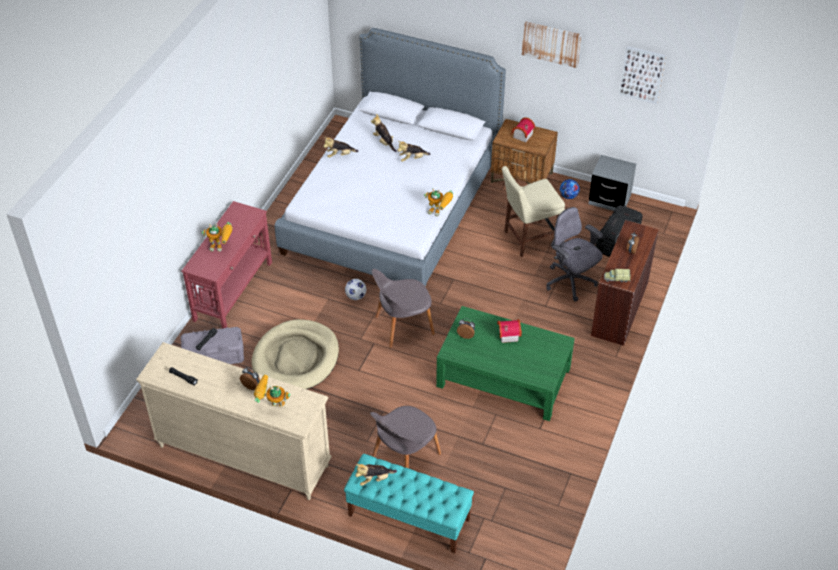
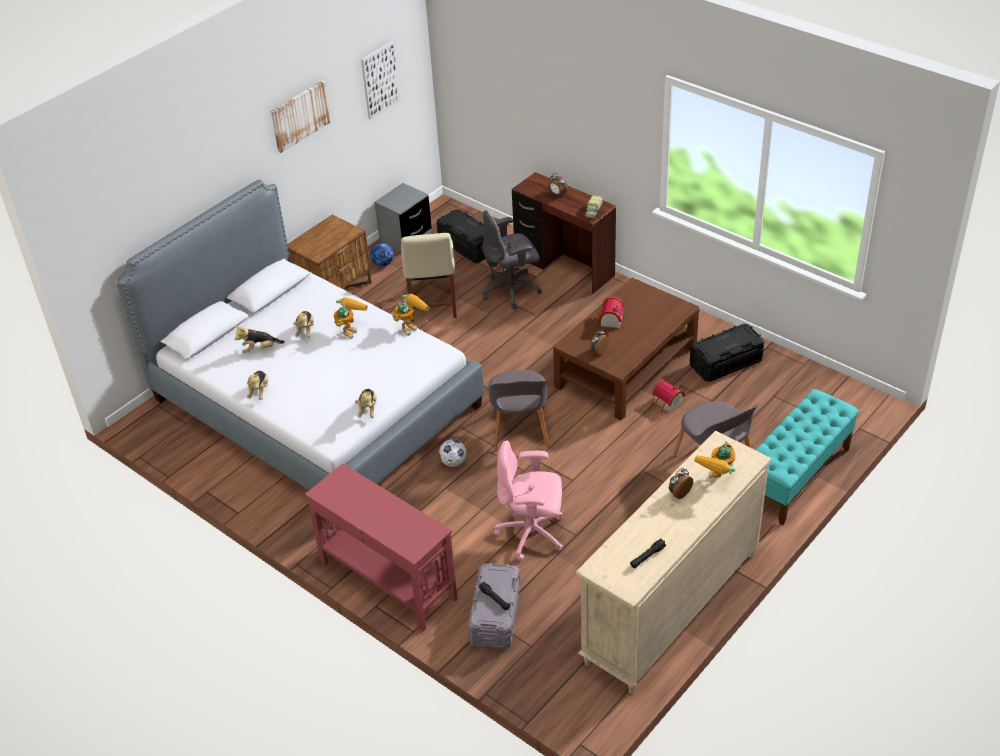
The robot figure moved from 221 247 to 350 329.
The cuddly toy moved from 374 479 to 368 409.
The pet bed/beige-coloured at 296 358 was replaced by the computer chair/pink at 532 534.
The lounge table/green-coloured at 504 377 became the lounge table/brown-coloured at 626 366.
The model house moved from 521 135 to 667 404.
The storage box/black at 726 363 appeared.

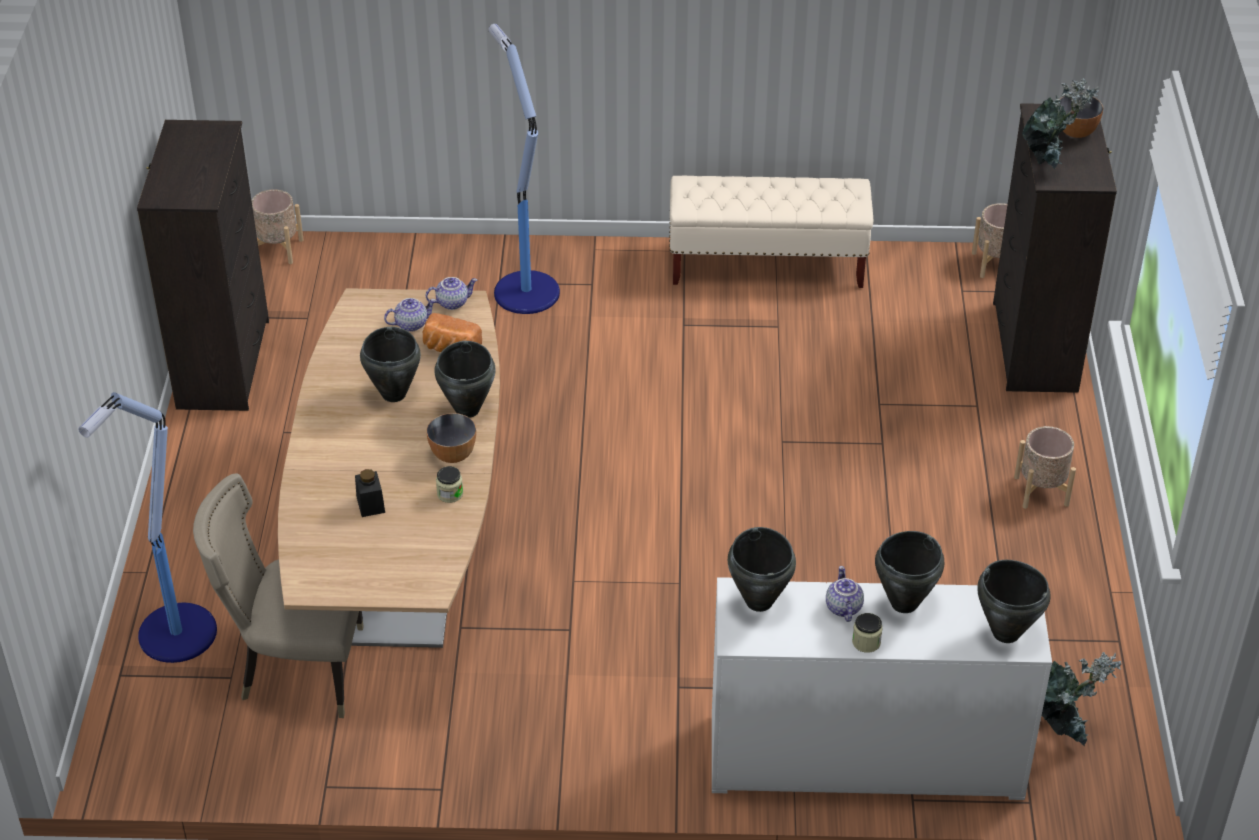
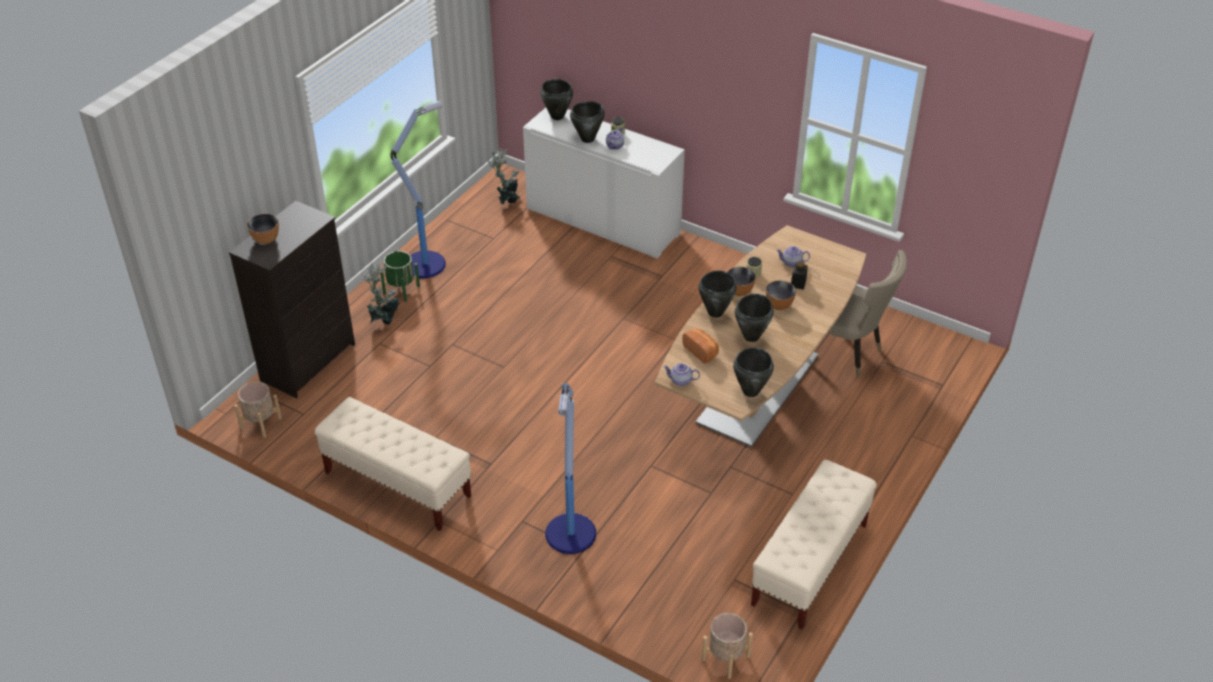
The potted plant moved from 1049 160 to 384 320.
The planter/beige-coloured at 1041 490 became the planter/green-coloured at 401 290.
The standing lamp moved from 175 635 to 426 264.
The saucepot/black moved from 759 601 to 750 391.
The chest of drawers/black at 225 363 was replaced by the bench/beige-coloured at 809 565.
The deep dish at 779 305 appeared.
The teapot moved from 411 324 to 791 263.

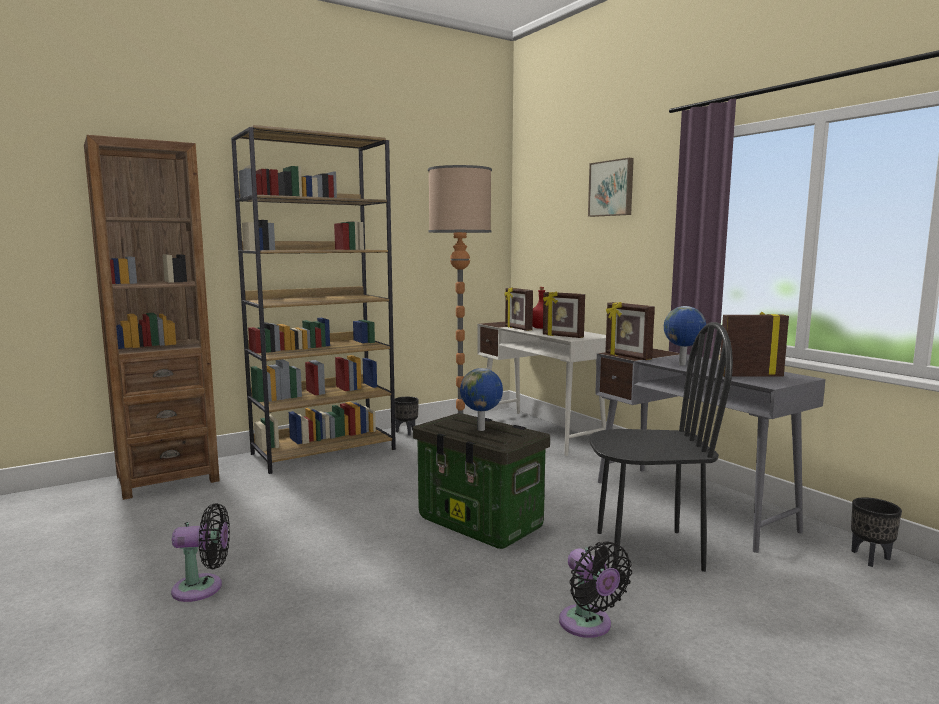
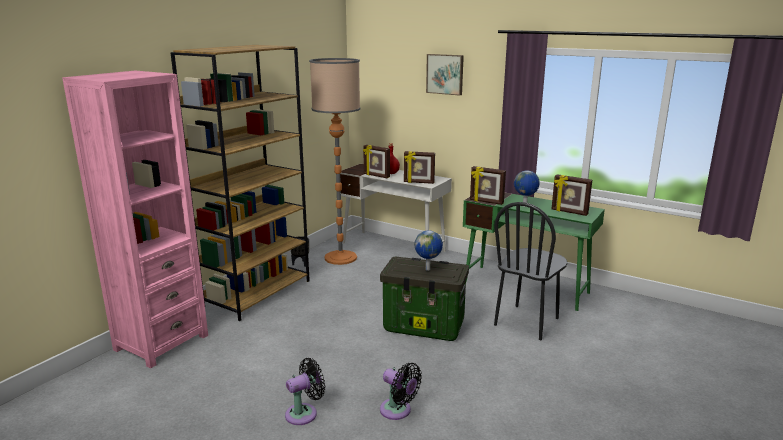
The bookcase/brown-coloured at 167 478 became the bookcase/pink at 161 342.
The cooling fan/black moved from 588 625 to 398 411.
The desk unit/greyish at 691 505 became the desk unit/green-coloured at 526 287.
The upright chair/black at 648 550 turned 150 degrees clockwise.
The photo frame at 750 376 turned 120 degrees counterclockwise.
The planter/black at 871 558 disappeared.

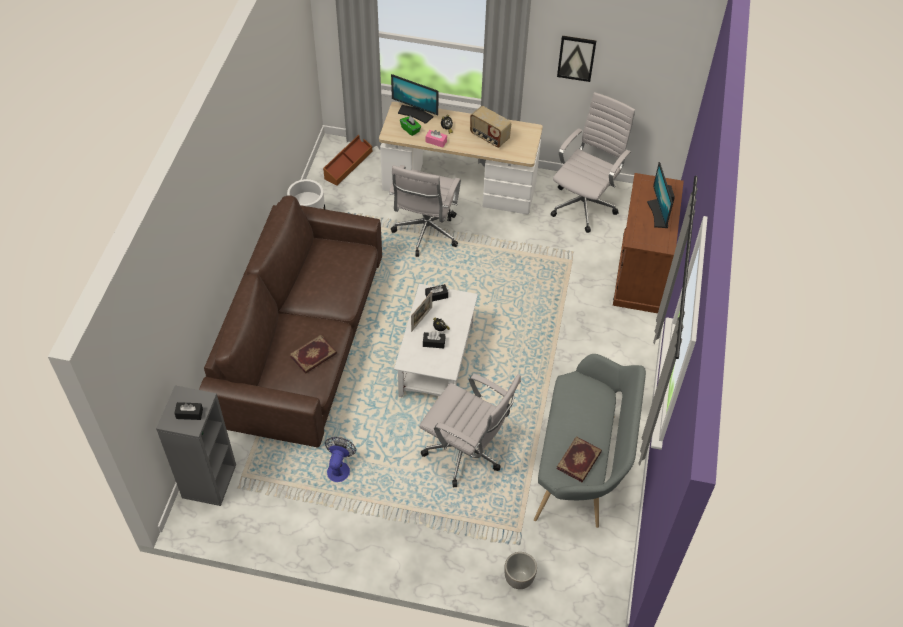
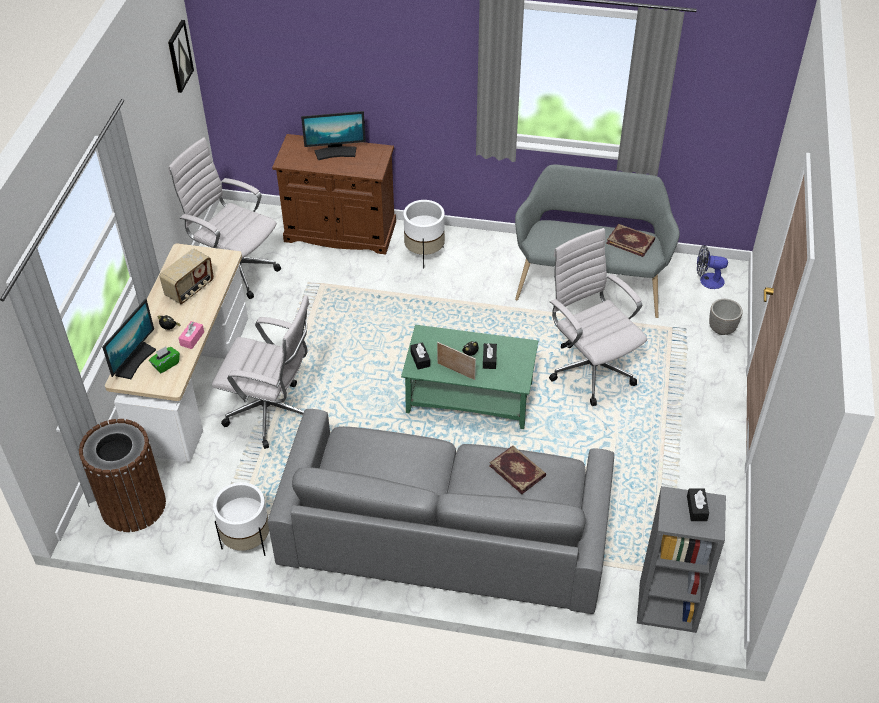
The storage box/brown-coloured at 348 164 was replaced by the trash can/brown-coloured at 133 505.
The wall art moved from 576 58 to 179 56.
The sofa/brown-coloured at 302 338 became the sofa/greyish at 445 530.
The lounge table/white-coloured at 436 359 became the lounge table/green-coloured at 468 398.
The planter/white-coloured at 424 254 appeared.
The computer chair/white-coloured at 466 454 turned 60 degrees counterclockwise.
The cooling fan moved from 339 467 to 707 280.

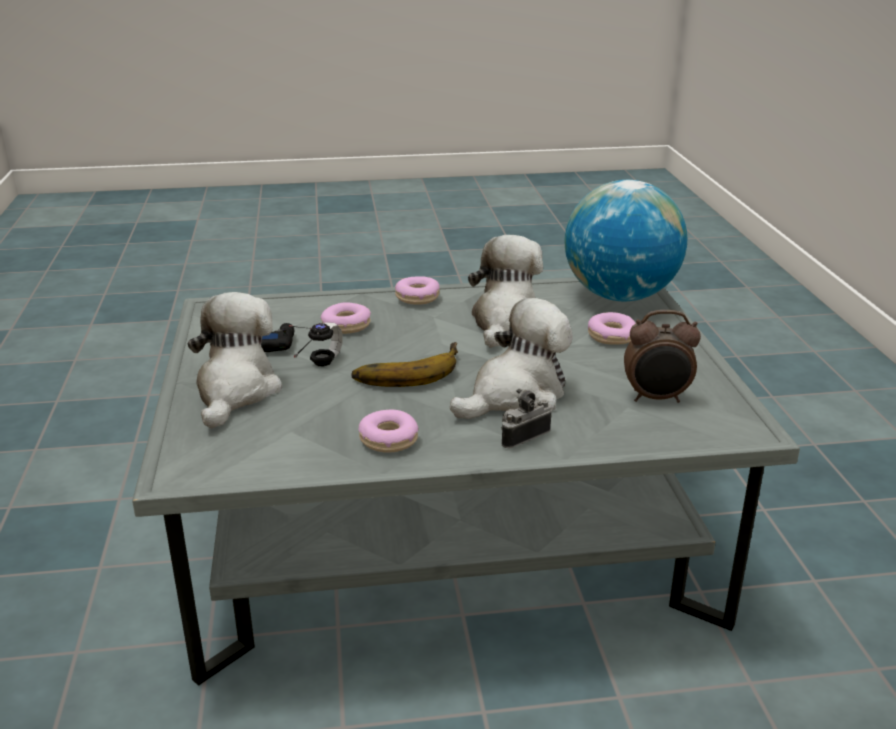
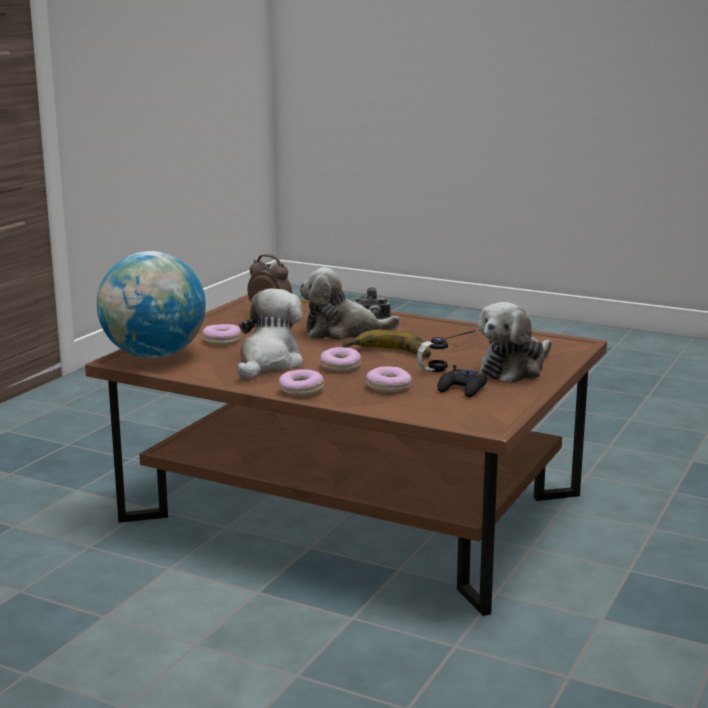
The lounge table/greyish at 447 538 became the lounge table/brown-coloured at 354 507.
The cuddly toy at 505 321 turned 150 degrees clockwise.
The ring doughnut moved from 388 439 to 340 366.

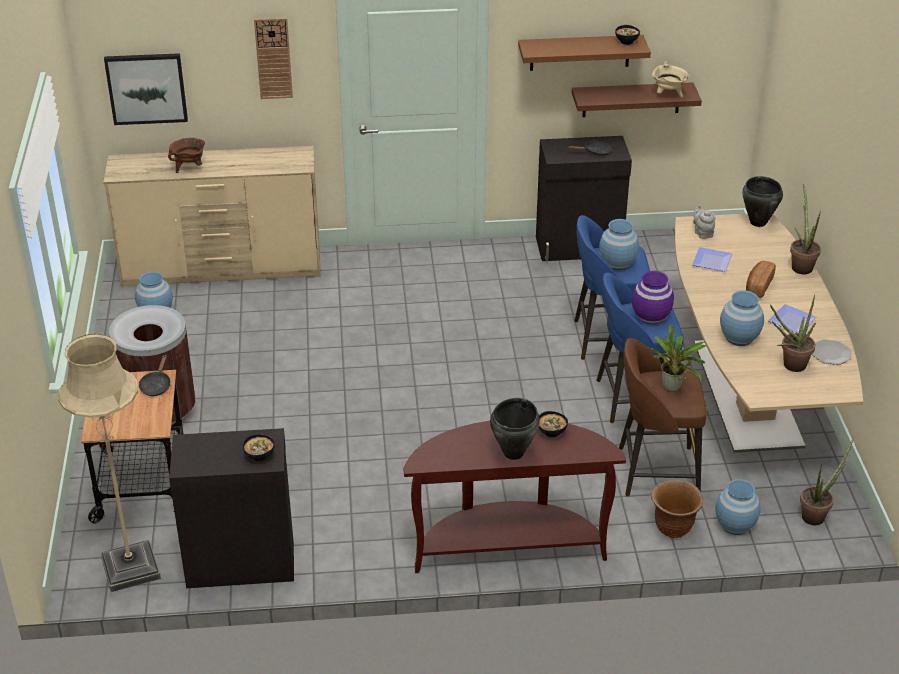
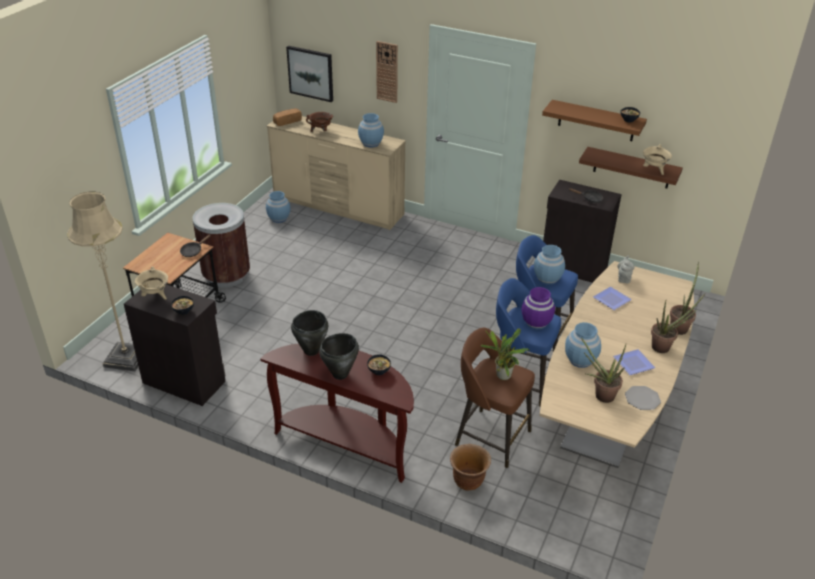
The saucepot/beige-coloured at 155 296 appeared.
The bakery bread moved from 758 286 to 287 122.
The saucepot/black moved from 757 222 to 311 351.
The flower vase/blue moved from 735 525 to 371 143.
The potted plant moved from 816 515 to 664 347.

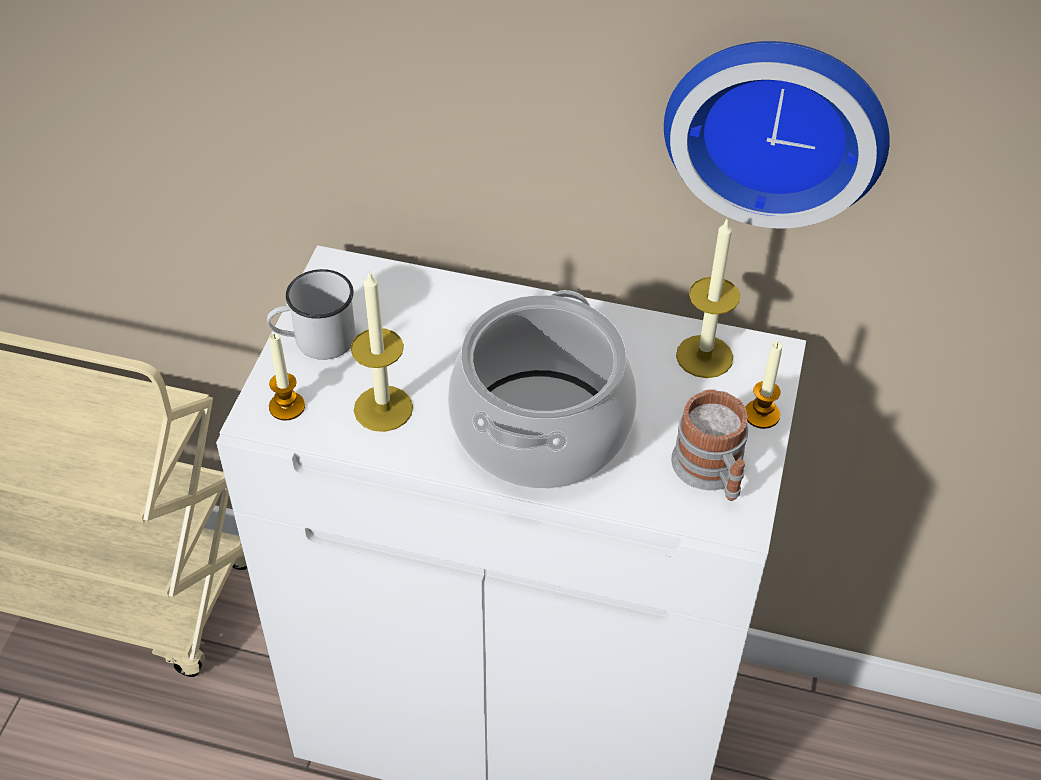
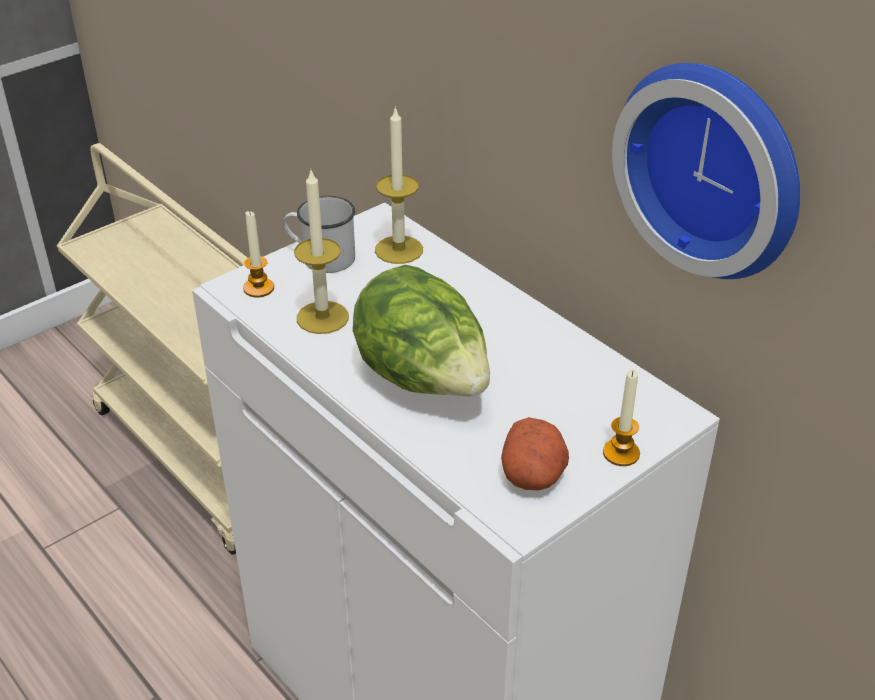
The saucepot at 539 428 was replaced by the lettuce at 424 380.
The candle moved from 704 356 to 399 250.
The mug at 712 473 was replaced by the potato at 533 475.

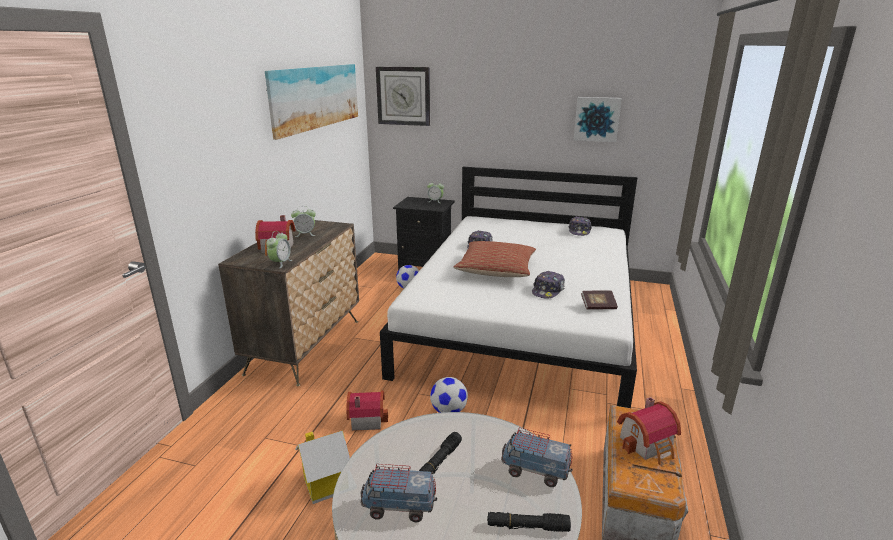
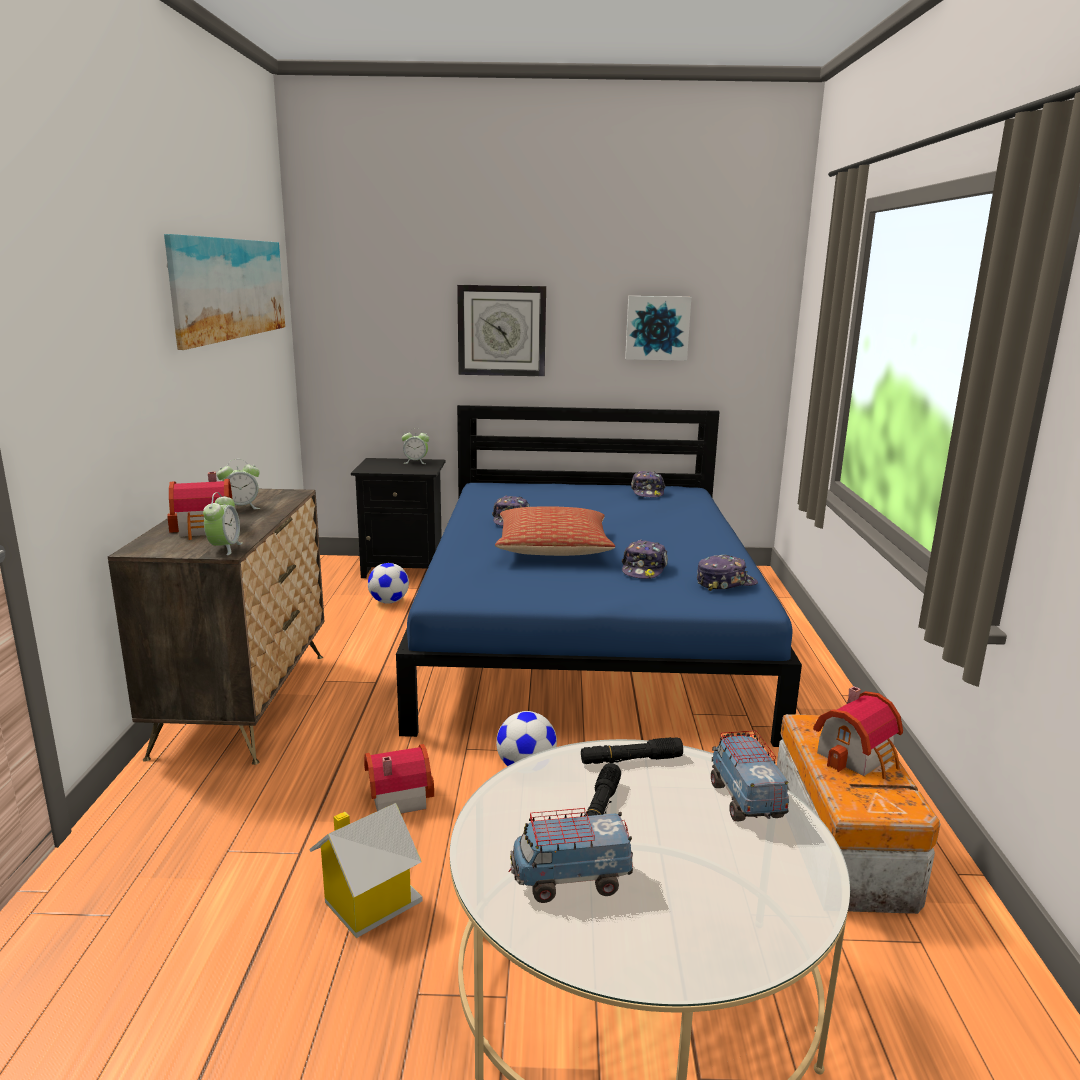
The sleeping bed/white-coloured at 524 321 became the sleeping bed/blue at 588 631.
The hanging clock moved from 403 96 to 502 330.
The torch/black moved from 527 526 to 630 760.
The bound book at 598 306 was replaced by the peaked cap at 725 583.
The toy truck at 535 471 turned 75 degrees clockwise.

